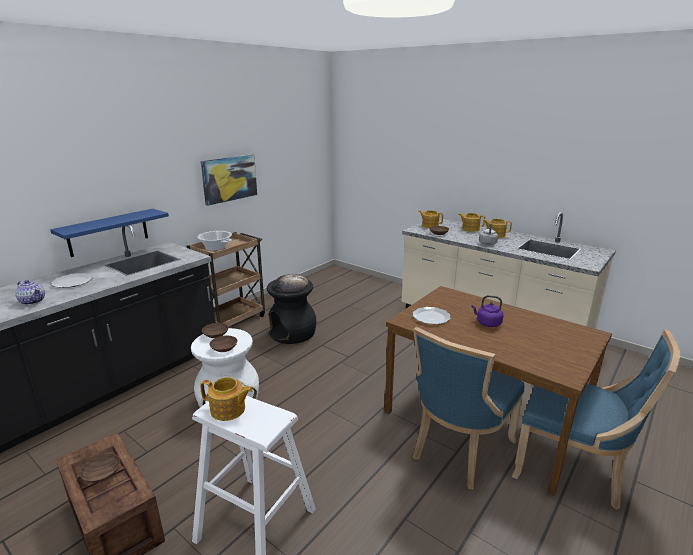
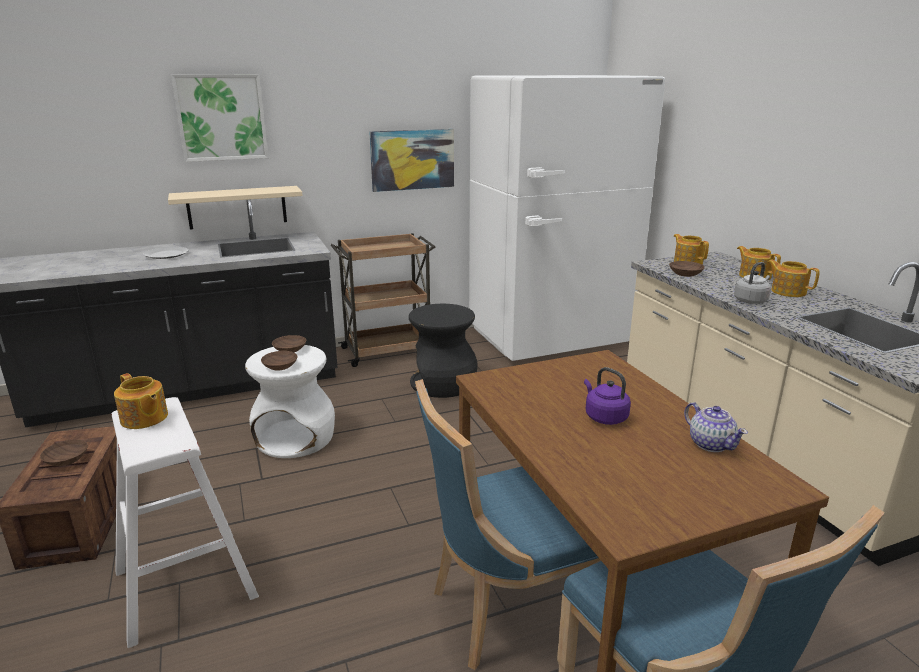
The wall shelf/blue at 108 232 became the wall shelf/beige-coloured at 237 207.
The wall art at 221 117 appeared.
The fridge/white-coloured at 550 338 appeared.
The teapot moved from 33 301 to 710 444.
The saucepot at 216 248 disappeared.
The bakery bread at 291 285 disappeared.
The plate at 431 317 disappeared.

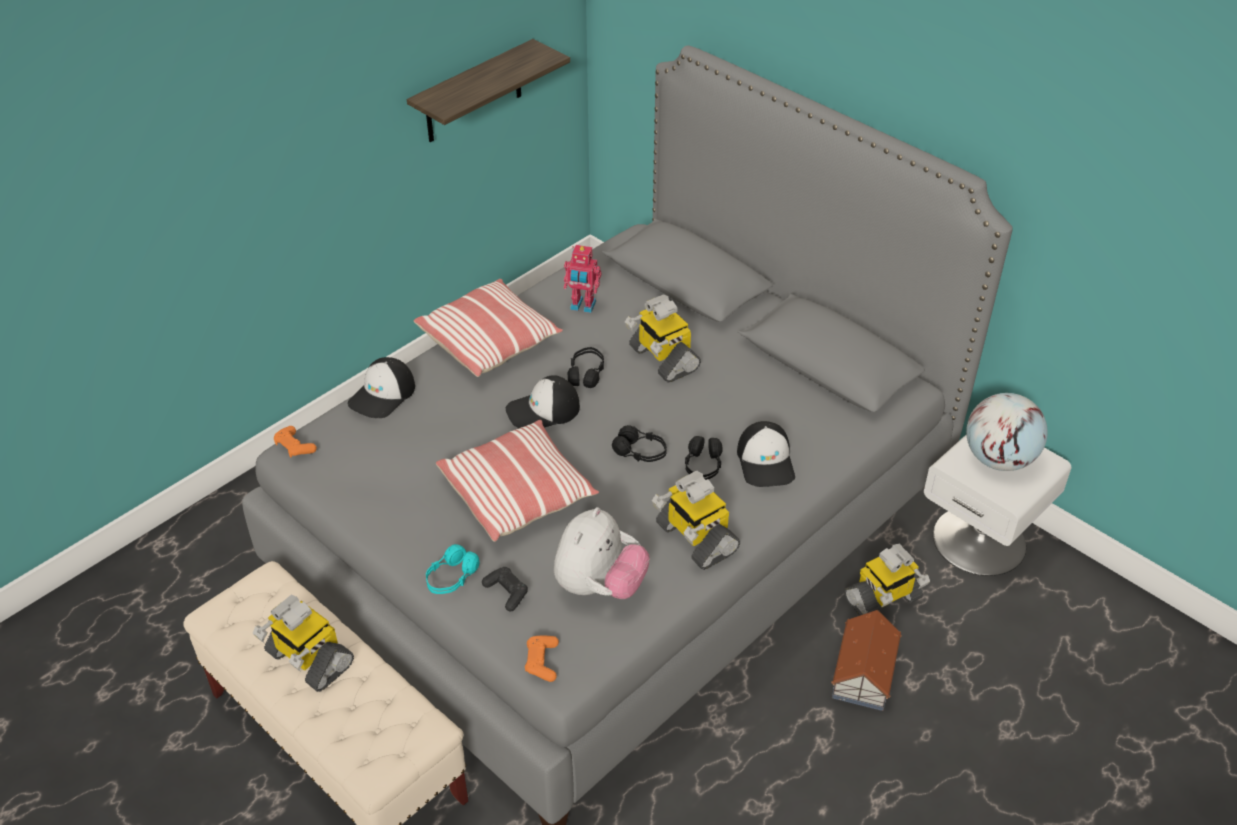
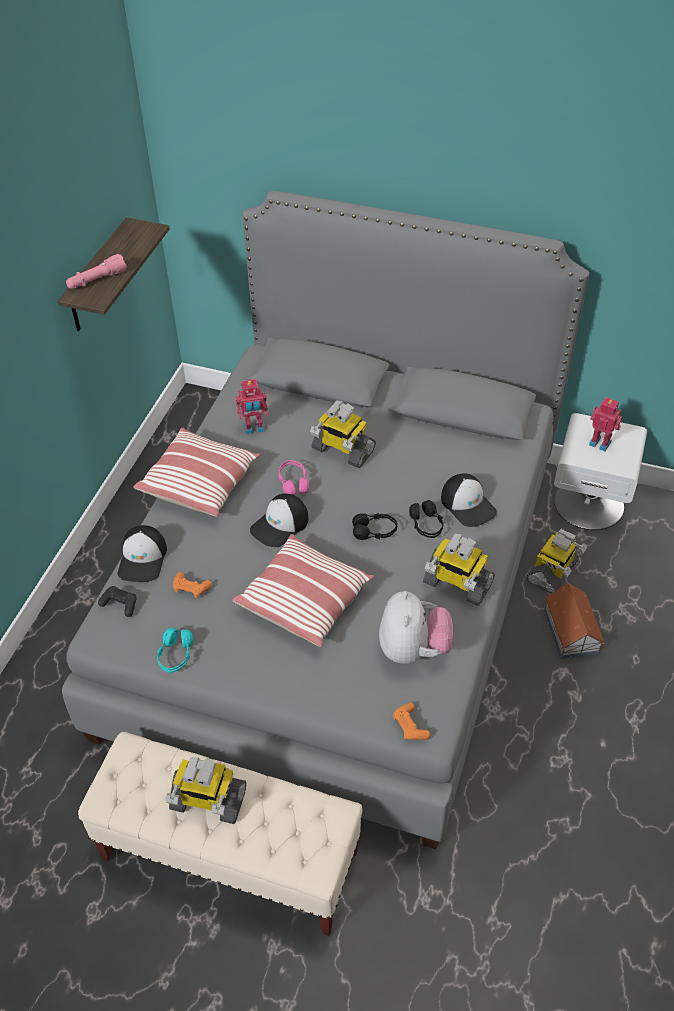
The torch/pink at 96 280 appeared.
The gamepad/black moved from 506 592 to 120 604.
The headset/turquoise-coloured moved from 451 578 to 175 655.
The gamepad/orangey moved from 294 447 to 191 588.
The headset/black at 586 374 became the headset/pink at 293 483.
The globe at 998 459 was replaced by the robot figure at 600 442.

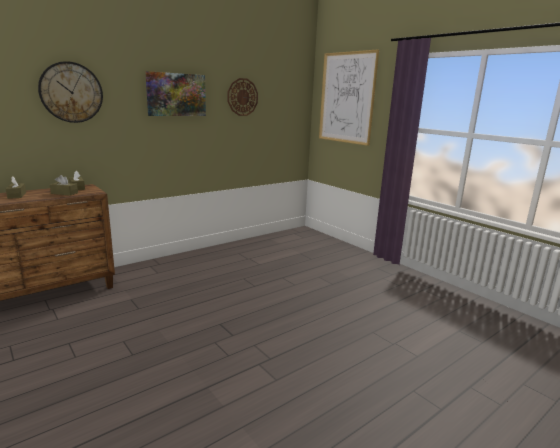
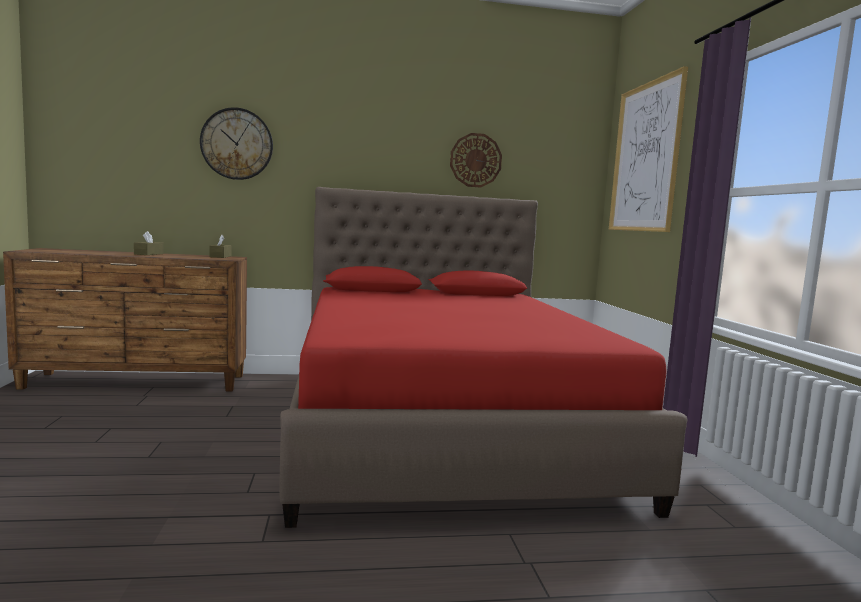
The sleeping bed/red-coloured at 443 427 appeared.
The tissue holder/brown-coloured at 64 193 disappeared.
The wall art at 176 94 disappeared.

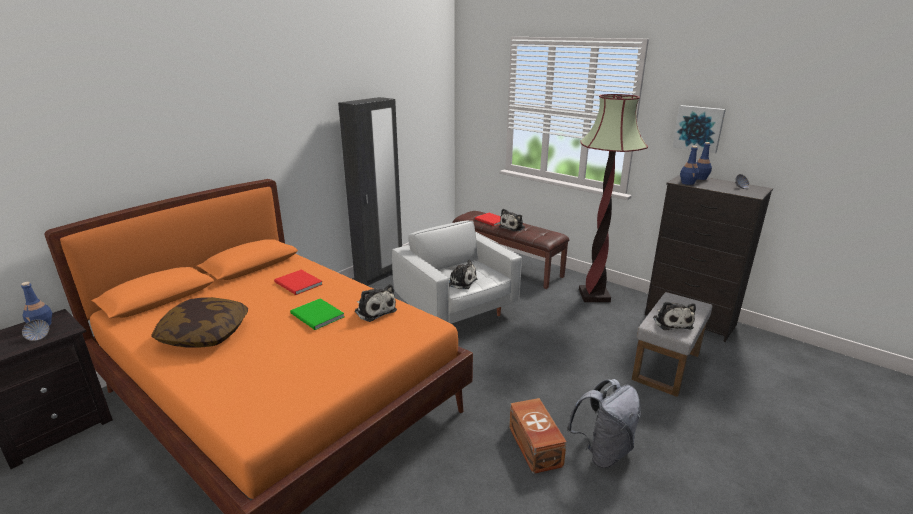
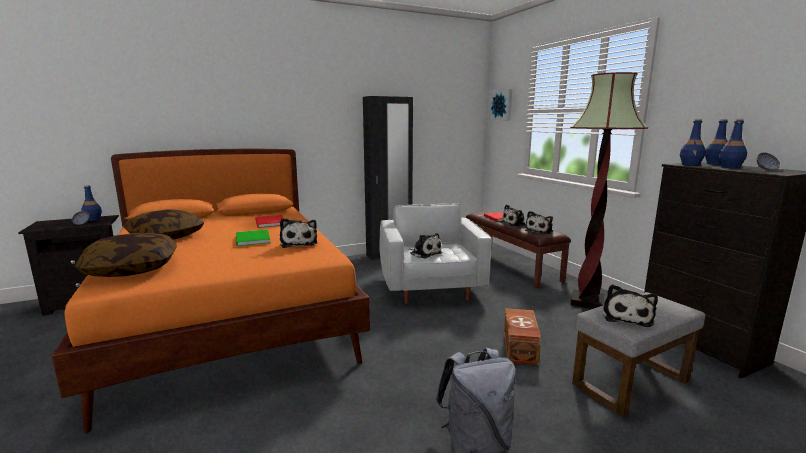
The cushion at 132 269 appeared.
The wall art moved from 698 128 to 501 105.
The storage box/brown-coloured moved from 534 447 to 519 348.
The cuddly toy at 540 231 appeared.
The bottle/blue at 730 167 appeared.

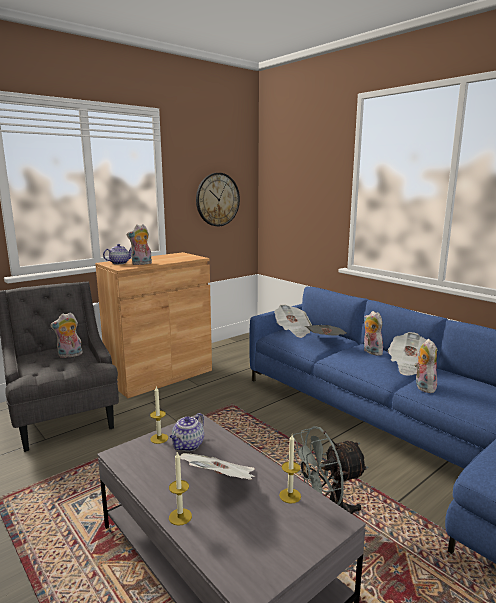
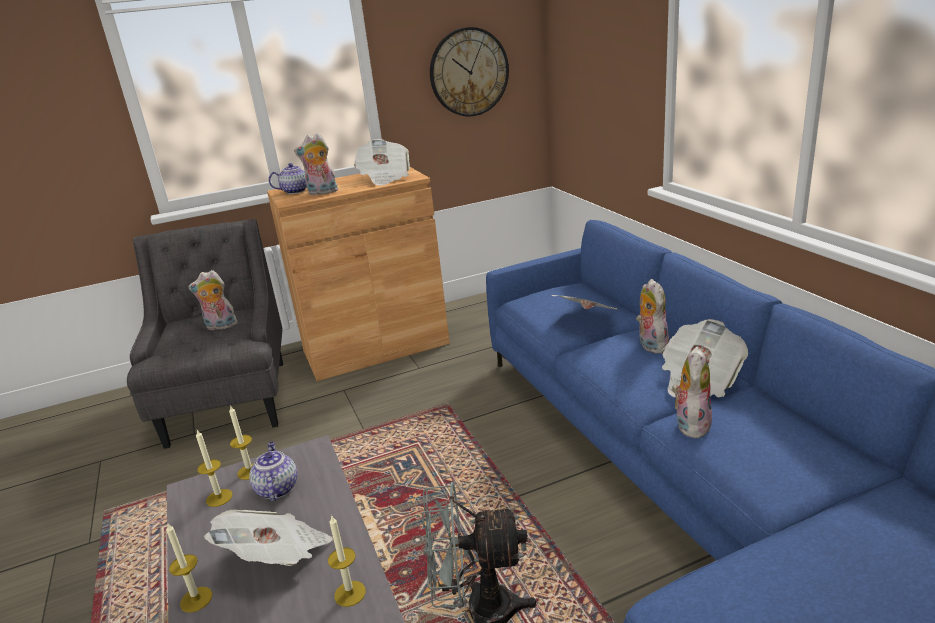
The candle at 219 498 appeared.
The teapot at 188 445 turned 120 degrees clockwise.
The daily paper moved from 293 331 to 384 178.

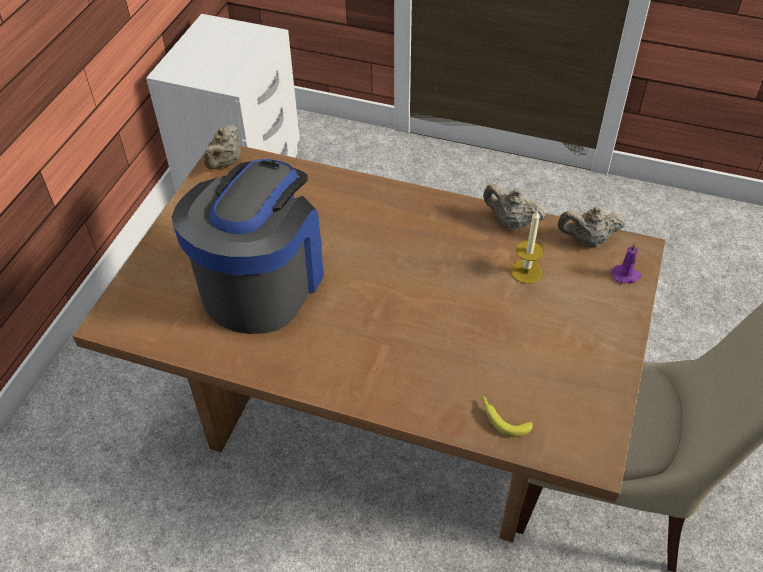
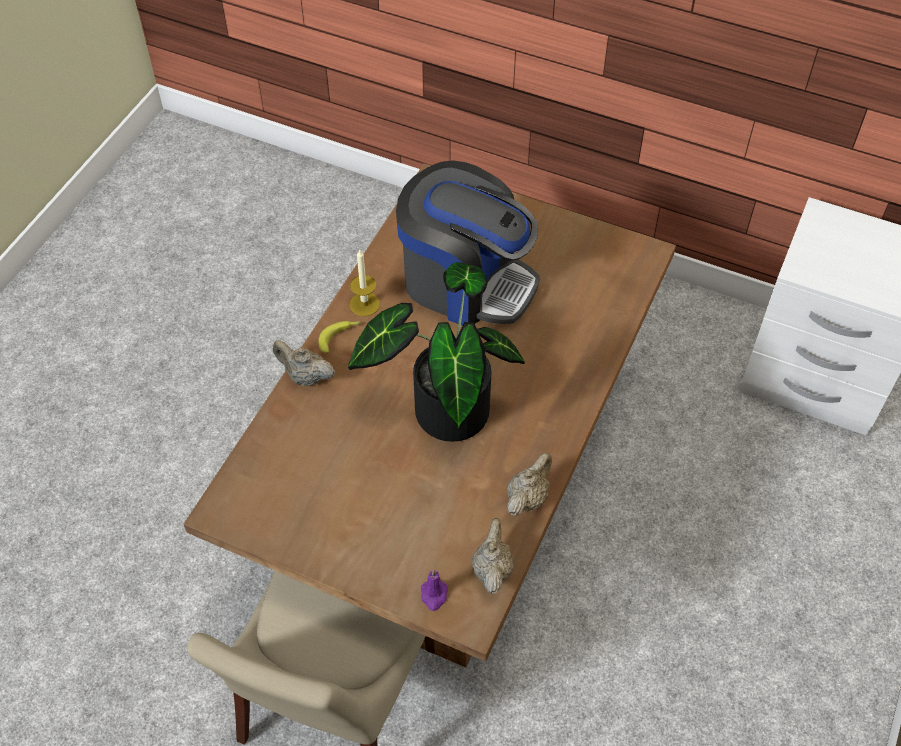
The teapot/beige-coloured moved from 225 162 to 305 376.
The banana fruit moved from 502 418 to 339 337.
The potted plant at 444 407 appeared.
The candle moved from 526 271 to 364 304.

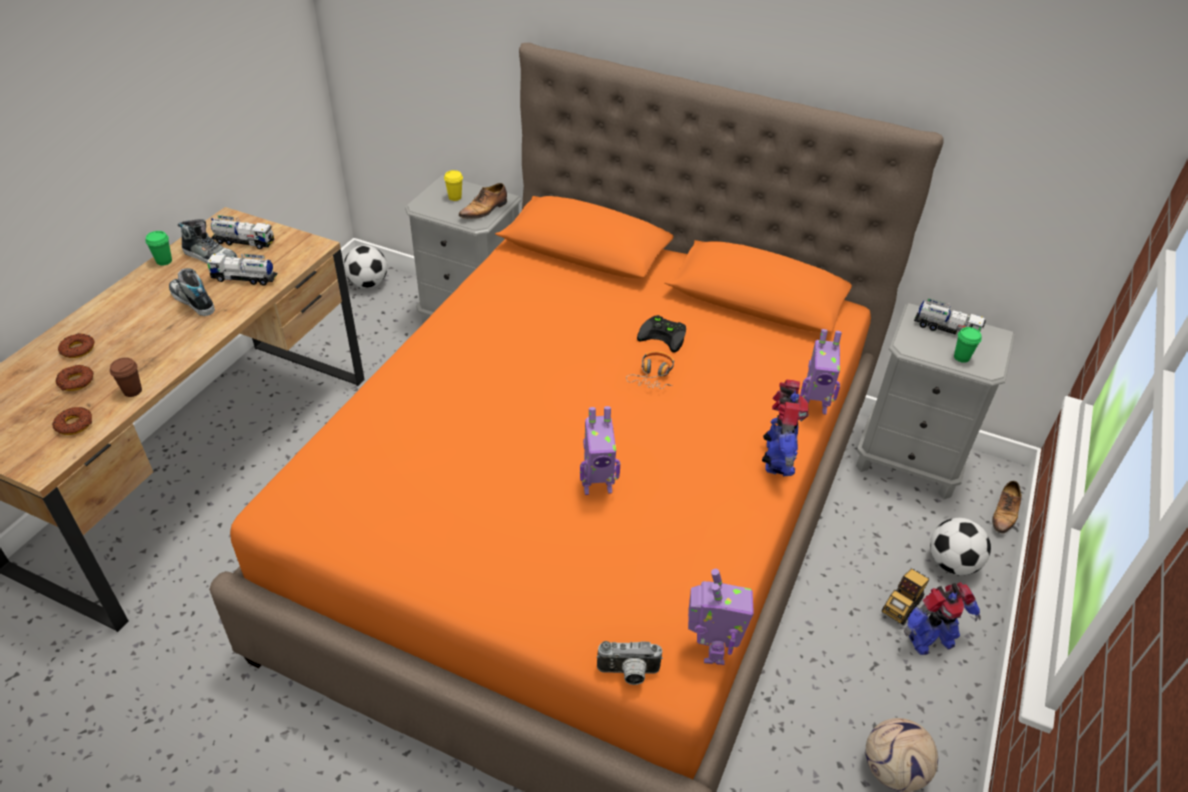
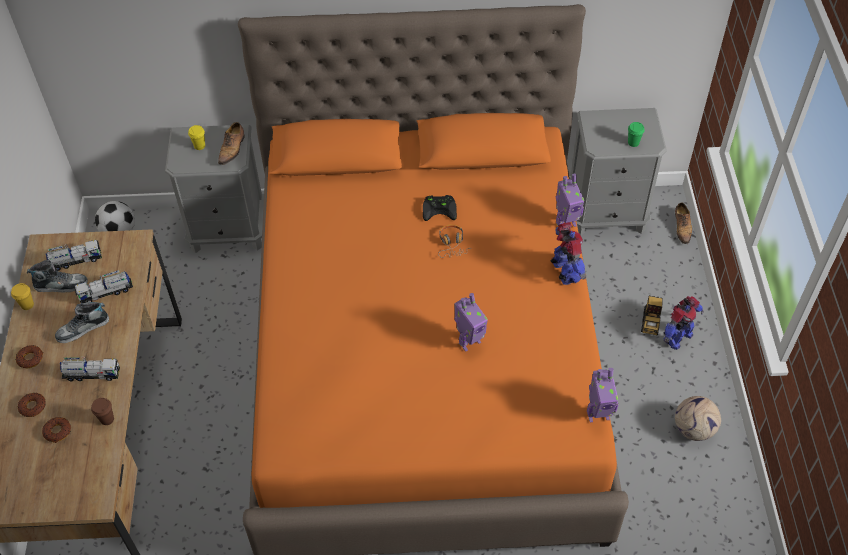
The cup/green-coloured at 164 261 became the cup/yellow-coloured at 27 305.
The ring doughnut moved from 74 424 to 30 358.
The shoe at 192 301 turned 45 degrees counterclockwise.
The toy truck moved from 946 329 to 92 374.
The robot figure at 711 649 turned 105 degrees clockwise.
The still camera at 628 674 disappeared.
The ball for football at 951 563 disappeared.

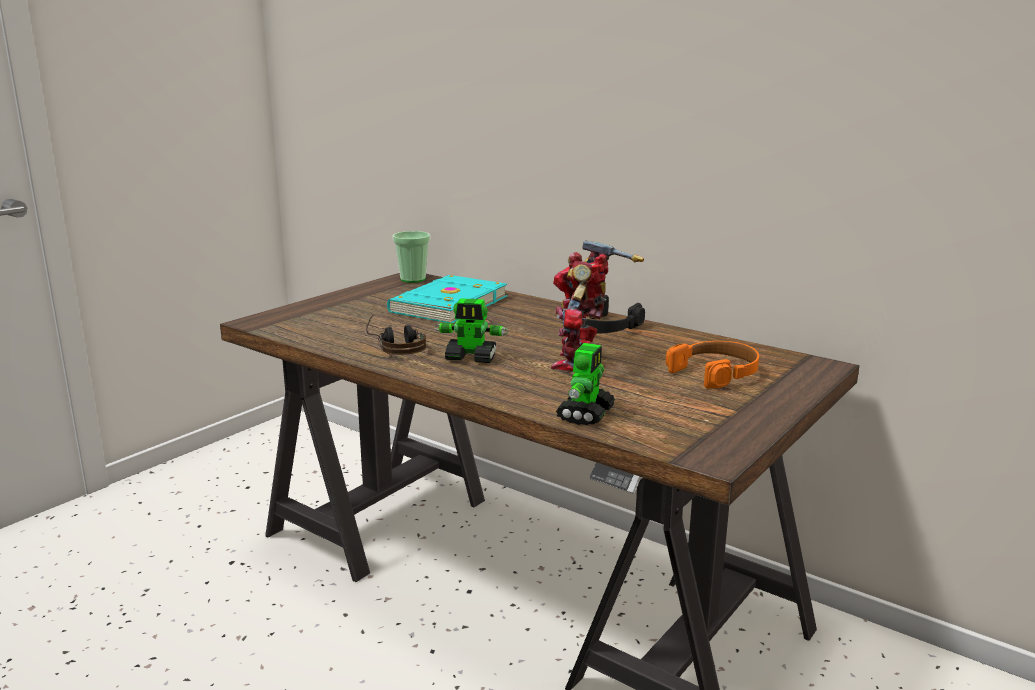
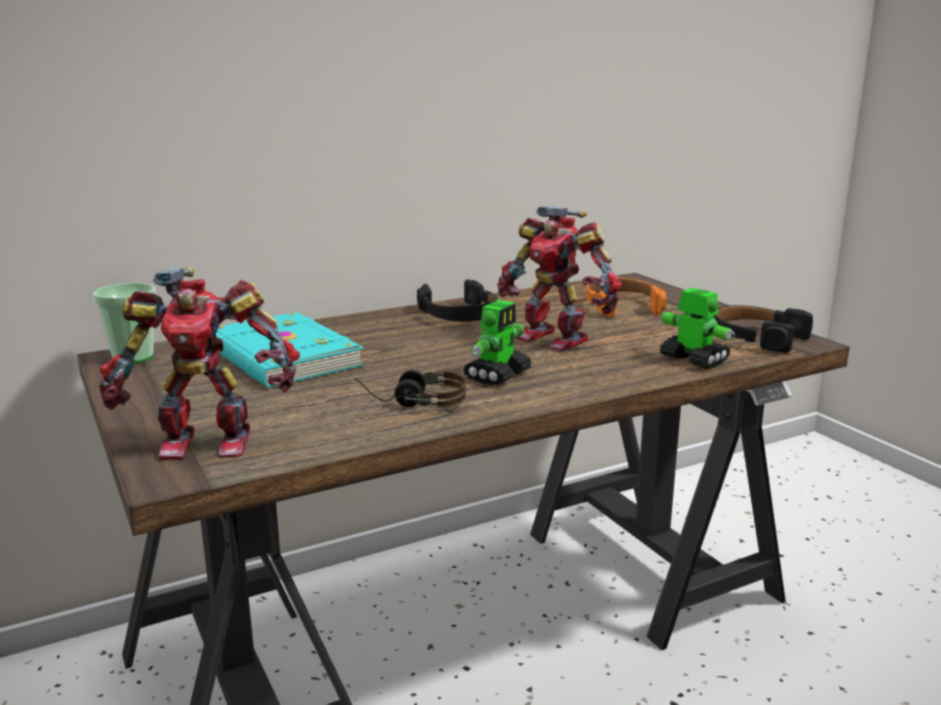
The robot figure at 207 441 appeared.
The headset/black at 757 337 appeared.

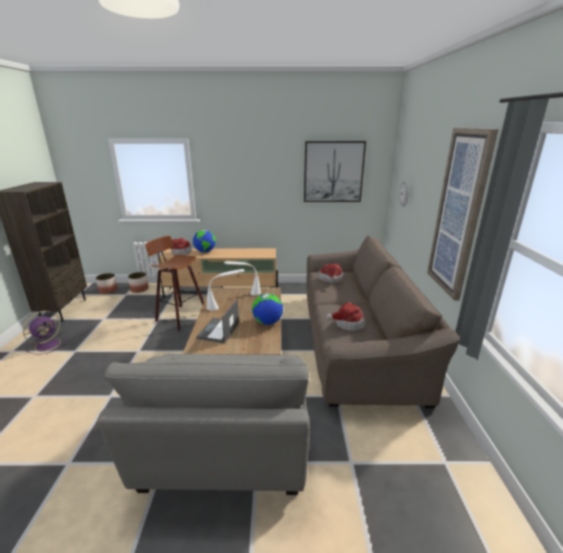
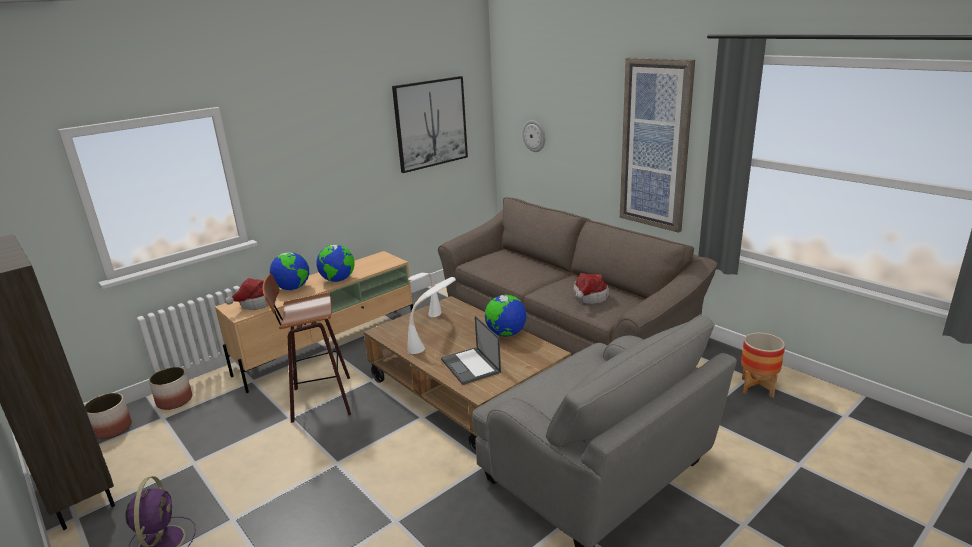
The globe at 338 280 appeared.
The planter at 757 387 appeared.
The hat at 331 279 disappeared.

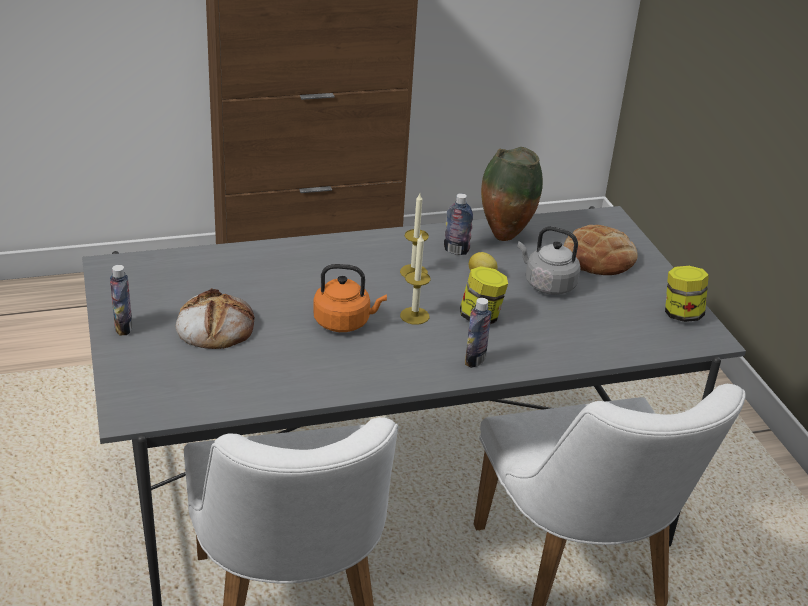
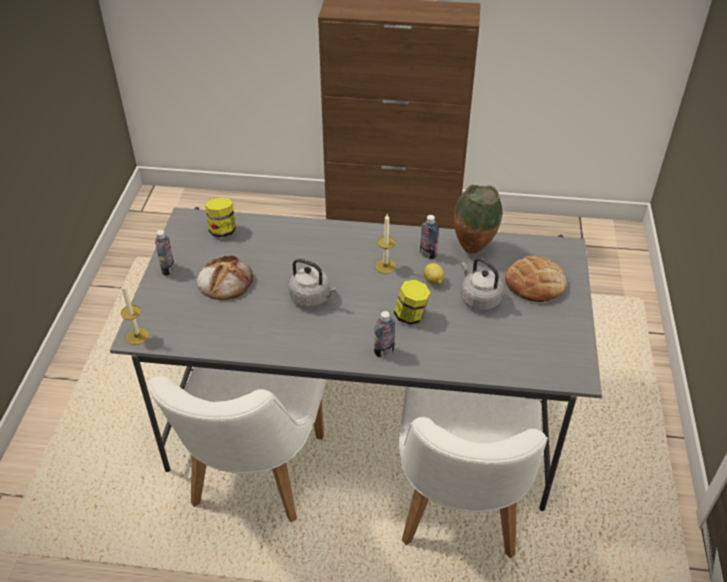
The candle moved from 414 316 to 137 336.
The preserve jar moved from 681 314 to 222 230.
The water kettle/orangey at 345 322 became the water kettle/greyish at 312 298.

